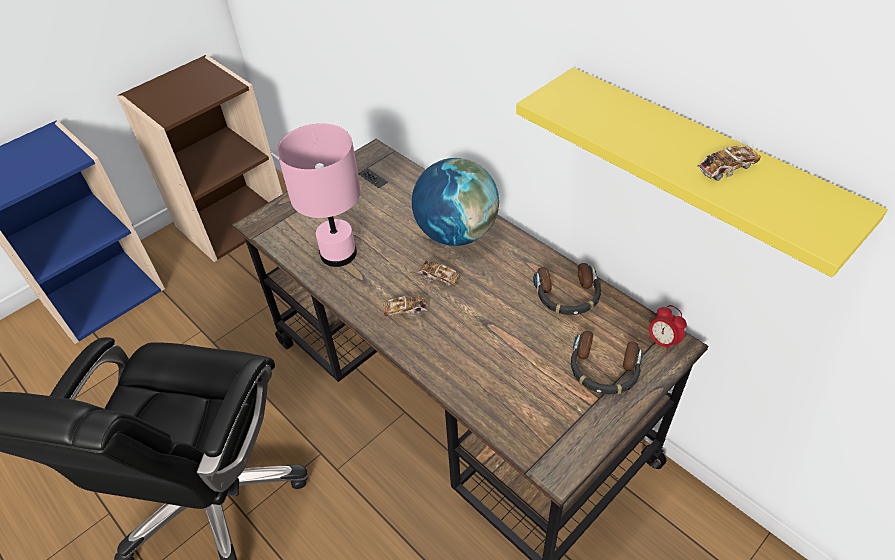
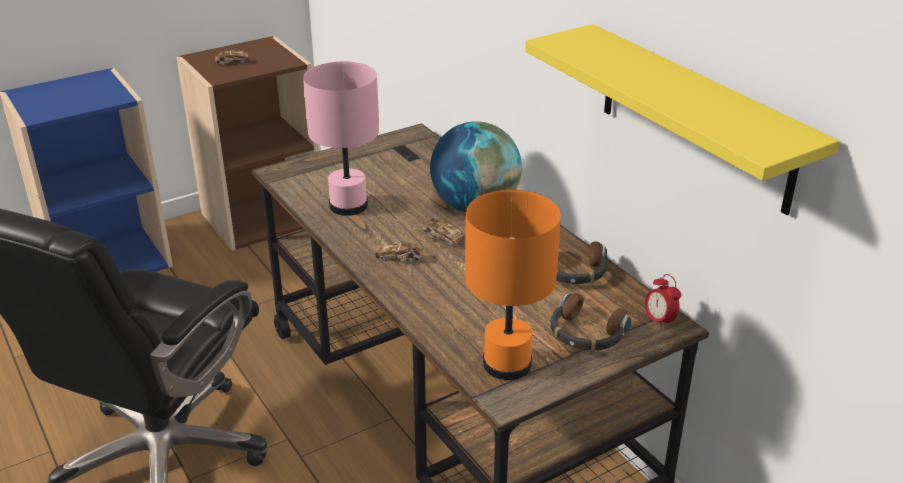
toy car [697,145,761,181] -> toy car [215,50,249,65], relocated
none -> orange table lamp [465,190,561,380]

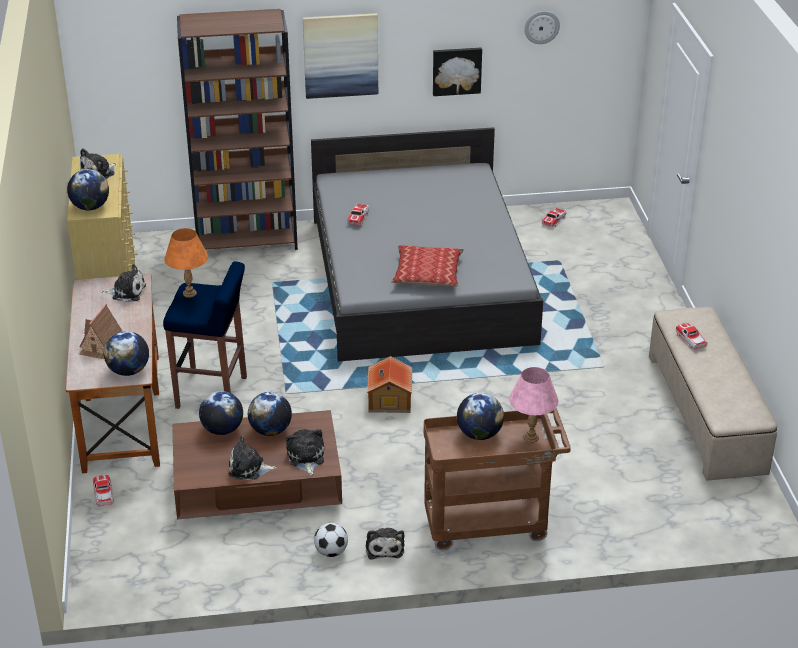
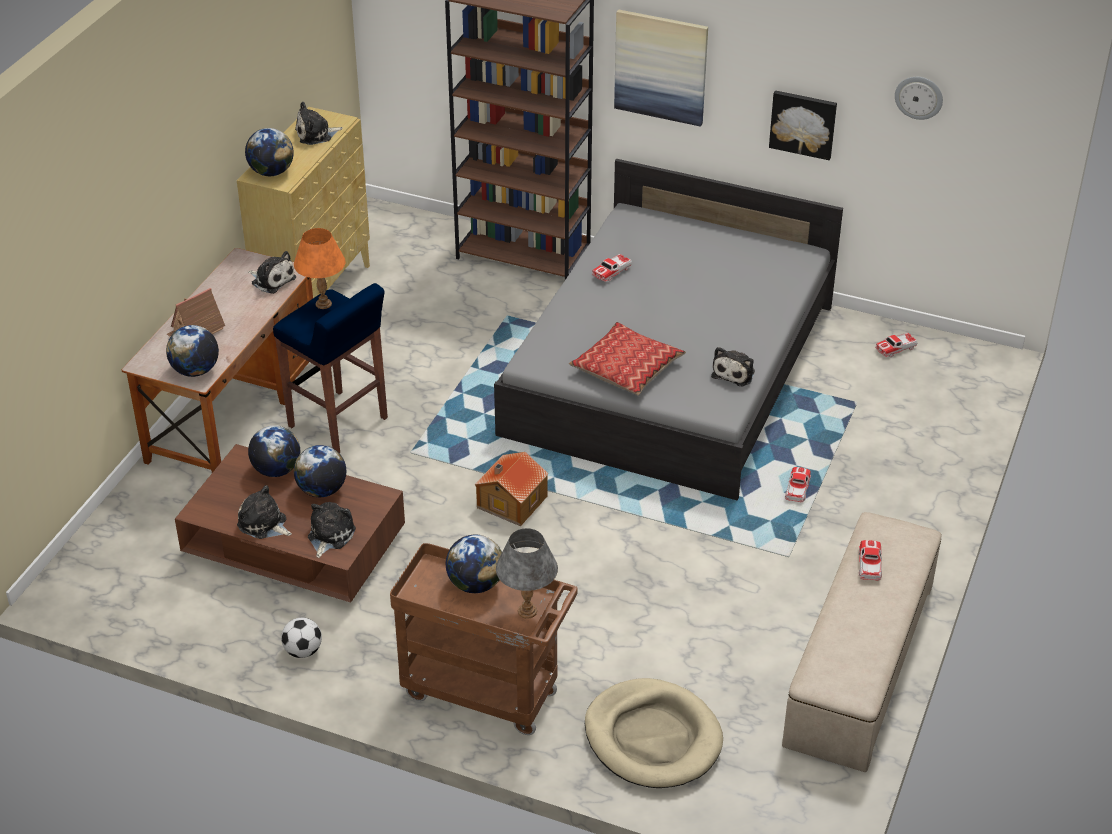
pink table lamp [509,367,558,443] -> grey table lamp [496,528,558,619]
none -> beige dog bed [585,678,723,788]
plush toy [366,528,404,559] -> plush toy [711,347,755,386], relocated
toy car [93,475,114,506] -> toy car [785,467,811,502], relocated

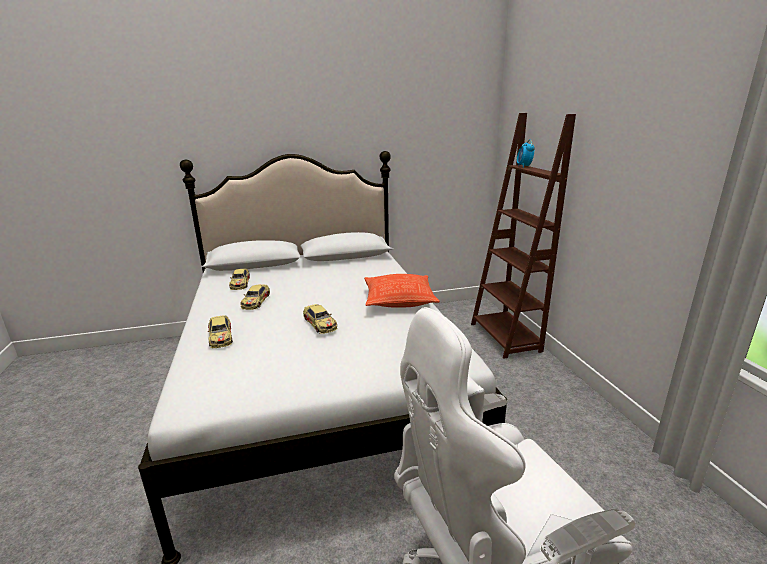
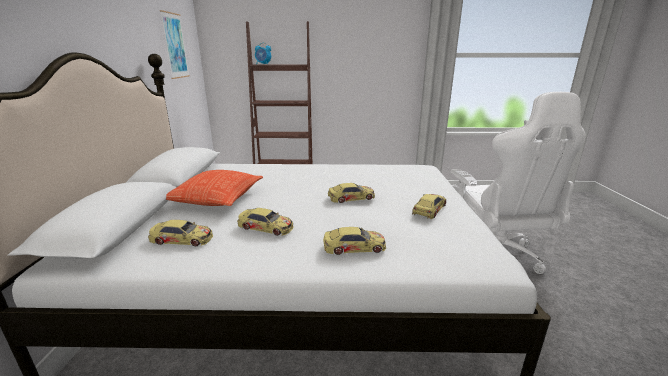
none -> picture [160,10,190,79]
orange pillow [364,274,440,308] -> orange pillow [166,170,263,206], relocated
none -> toy car [412,194,446,219]

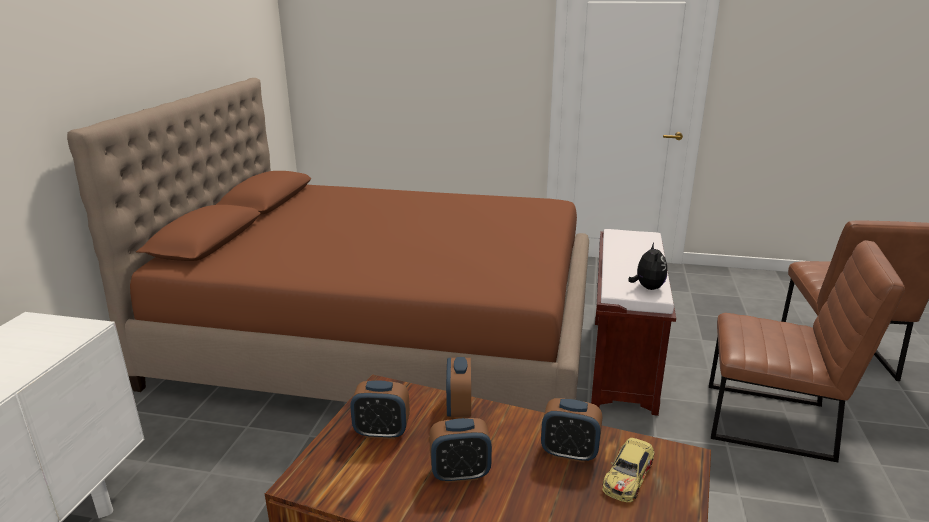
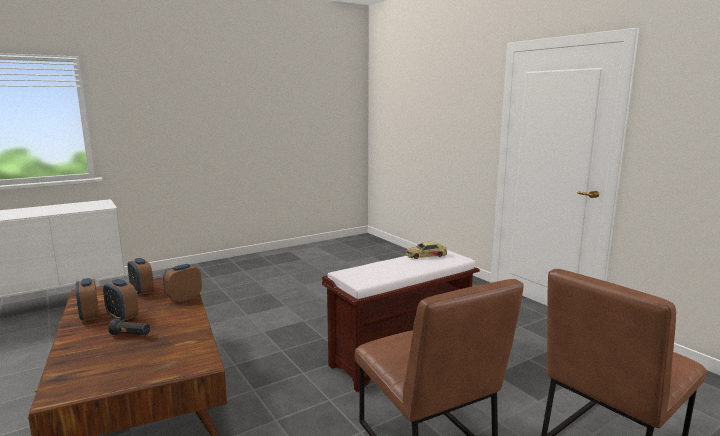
alarm clock [541,398,602,462] -> alarm clock [76,278,99,321], relocated
none -> black flashlight [108,319,150,335]
toy car [602,438,654,502] -> toy car [406,242,447,259], relocated
brown bed [67,78,589,413] -> none
plush toy [628,243,667,290] -> none

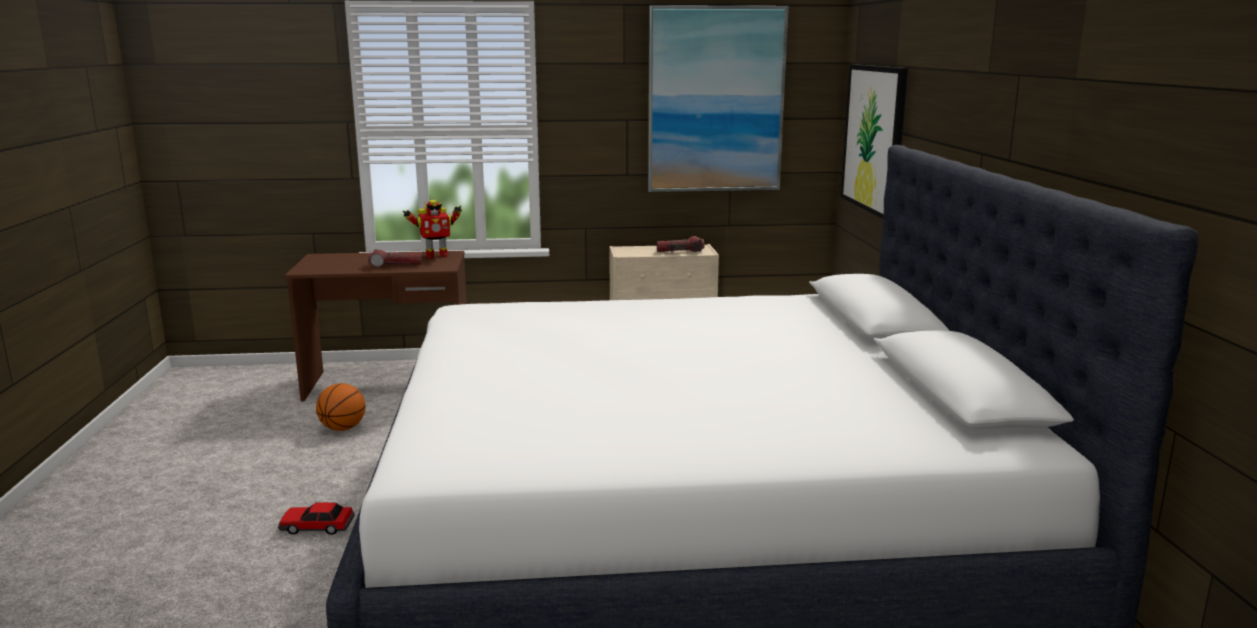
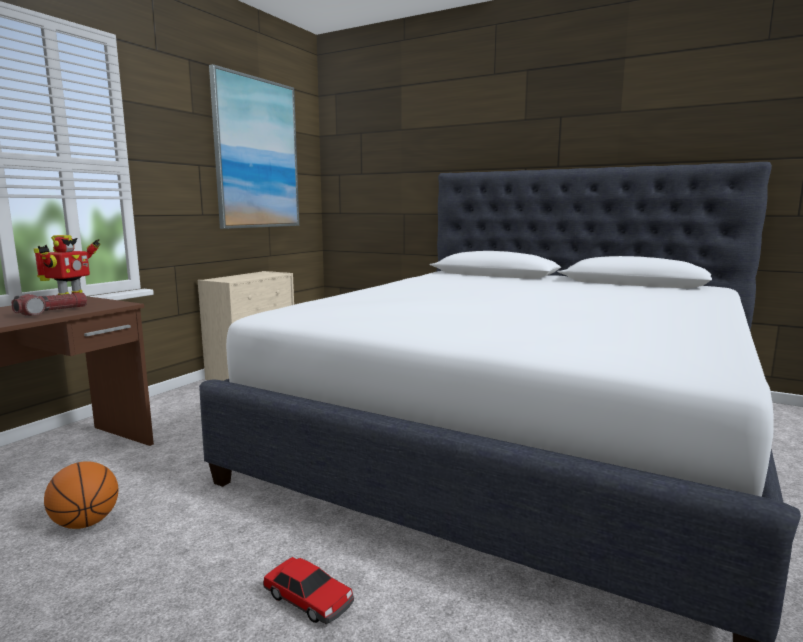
toy car [278,502,355,535] -> toy car [263,557,354,624], 90 degrees counterclockwise
flashlight [657,236,705,252] -> none
picture [841,64,908,219] -> none

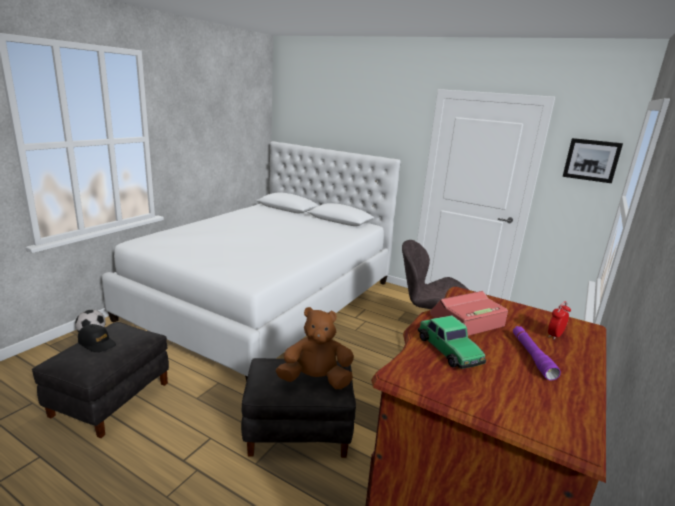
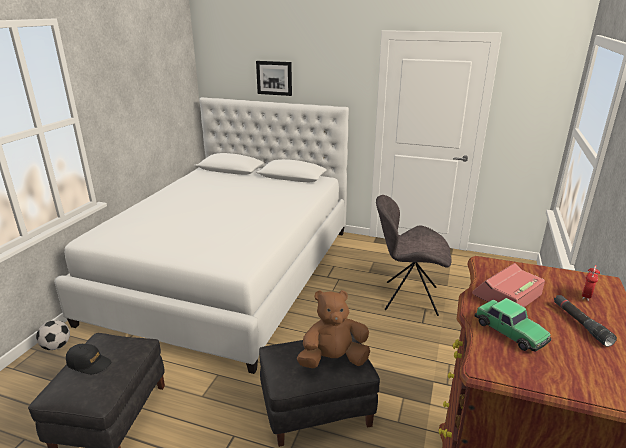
picture [562,138,623,183] -> picture [256,61,292,96], relocated
purple flashlight [513,326,561,381] -> black flashlight [554,295,617,347]

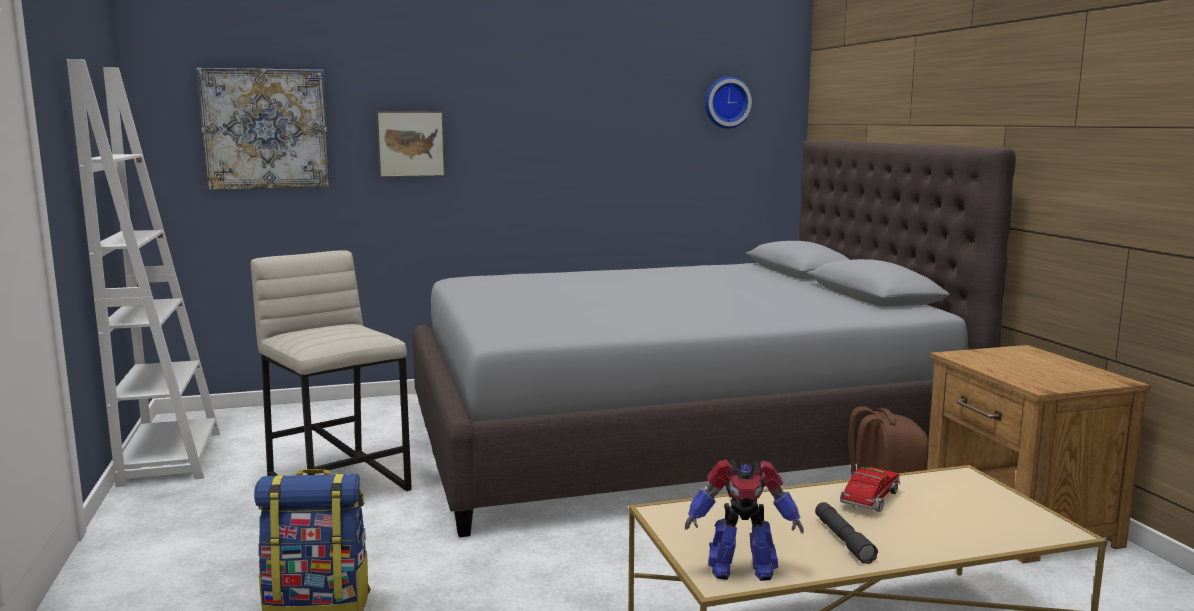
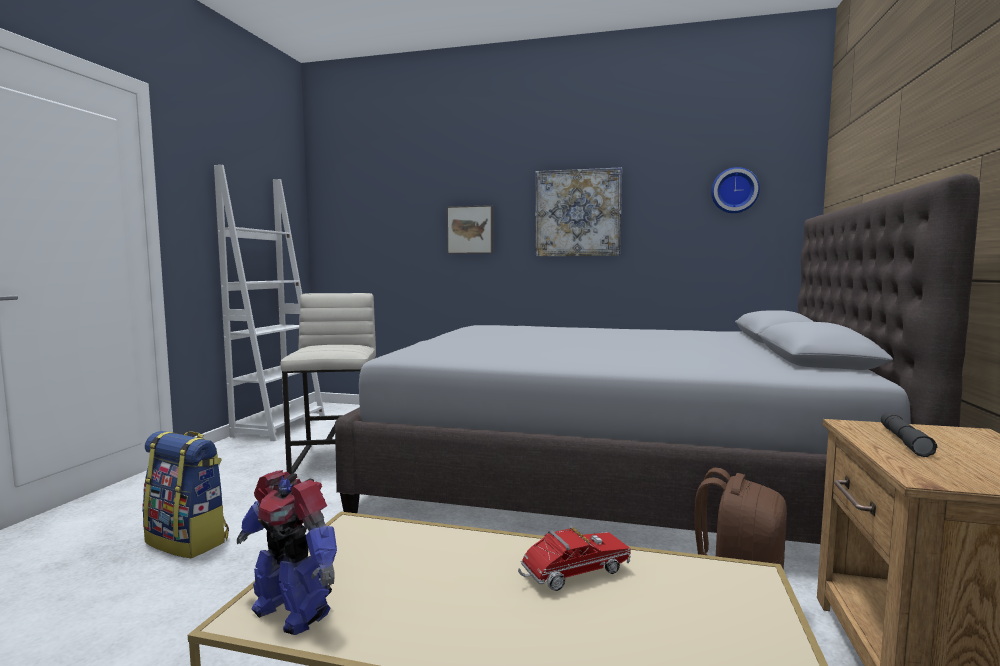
picture [197,68,330,189] -> picture [535,167,622,256], relocated
grey flashlight [815,502,878,564] -> grey flashlight [881,412,937,457], relocated

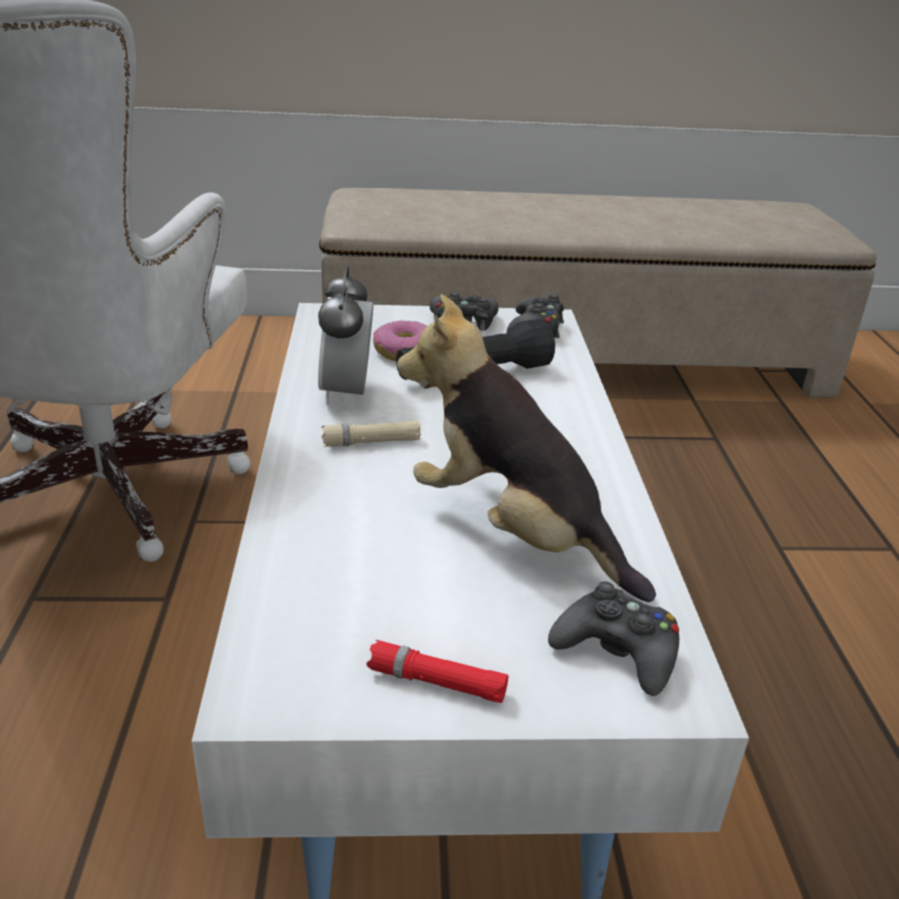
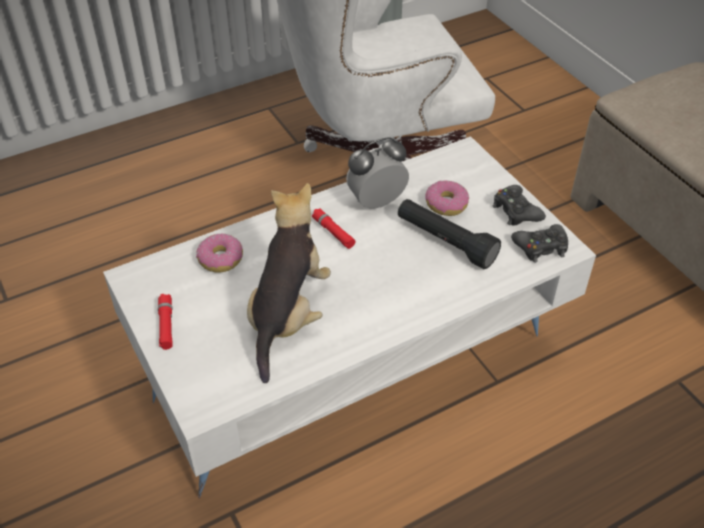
none -> donut [196,233,243,272]
beige flashlight [321,420,421,447] -> red flashlight [312,209,355,249]
black game controller [548,581,679,696] -> none

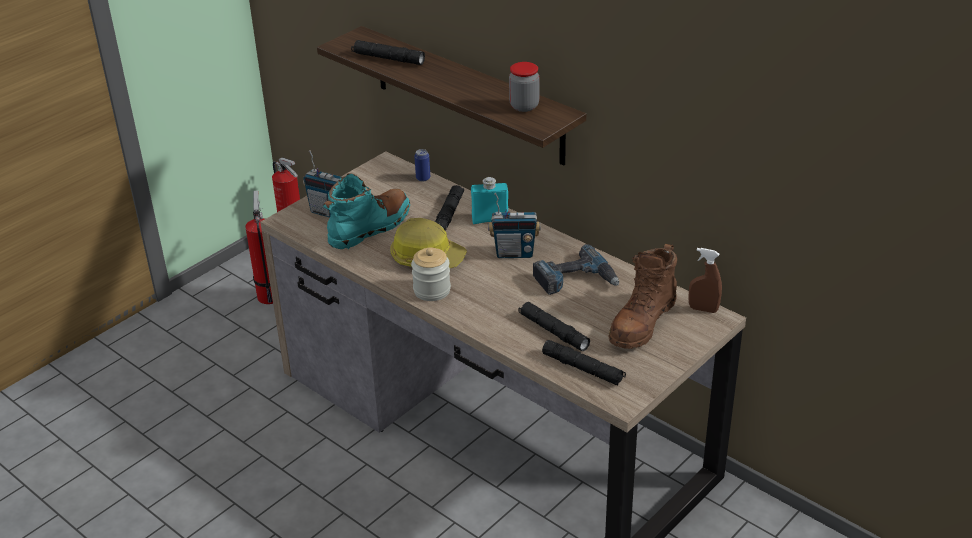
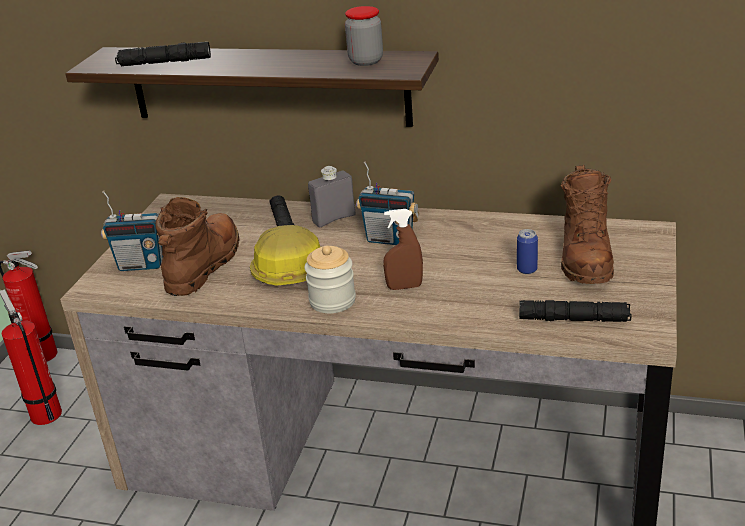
turquoise boot [323,173,410,249] -> brown boot [156,197,240,296]
turquoise bottle [471,177,508,224] -> grey bottle [308,166,356,228]
radio [488,193,541,258] -> radio [356,161,419,245], 45 degrees clockwise
brown spray bottle [688,248,722,313] -> brown spray bottle [383,209,423,290], relocated
can [414,149,430,181] -> can [517,229,538,274], relocated
black flashlight [518,302,590,351] -> none
power drill [533,244,619,295] -> none

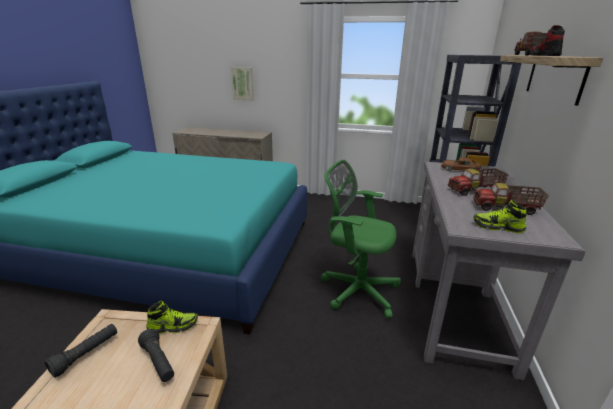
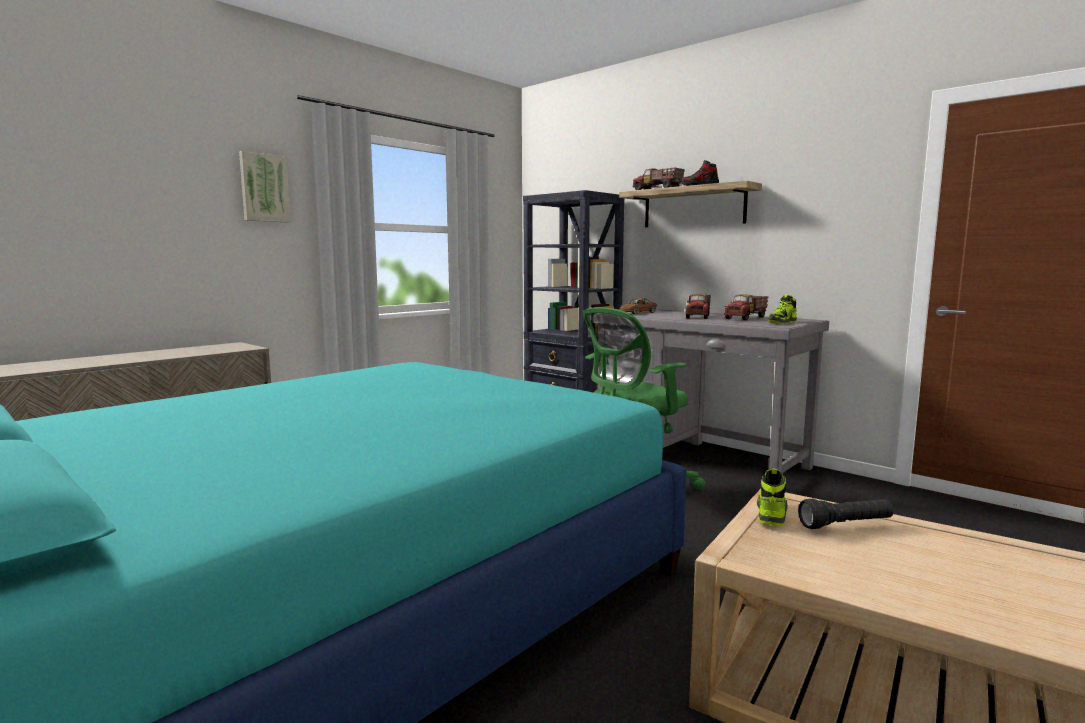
picture [231,67,254,101] -> picture [239,151,291,222], relocated
black flashlight [45,324,117,377] -> none

